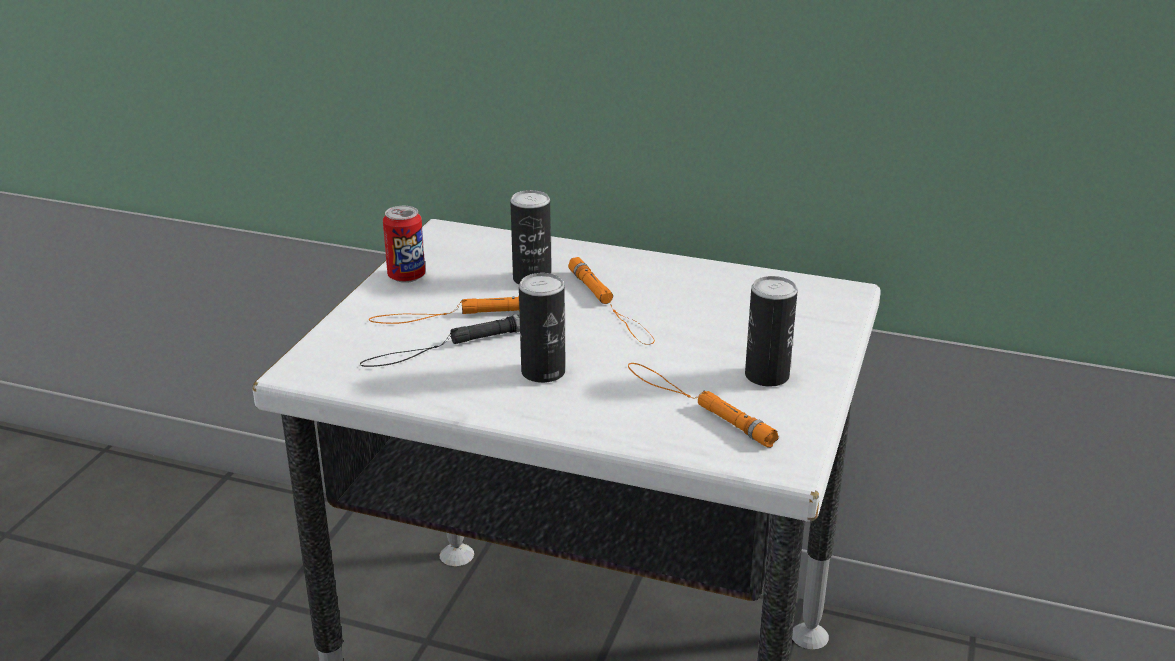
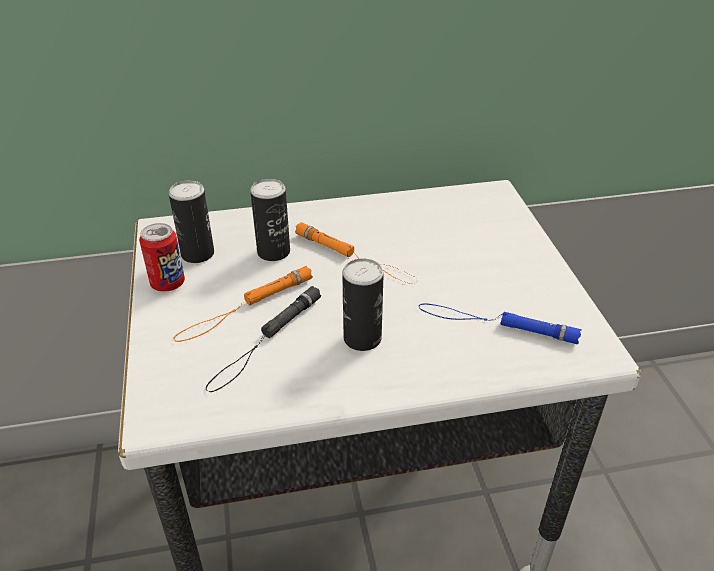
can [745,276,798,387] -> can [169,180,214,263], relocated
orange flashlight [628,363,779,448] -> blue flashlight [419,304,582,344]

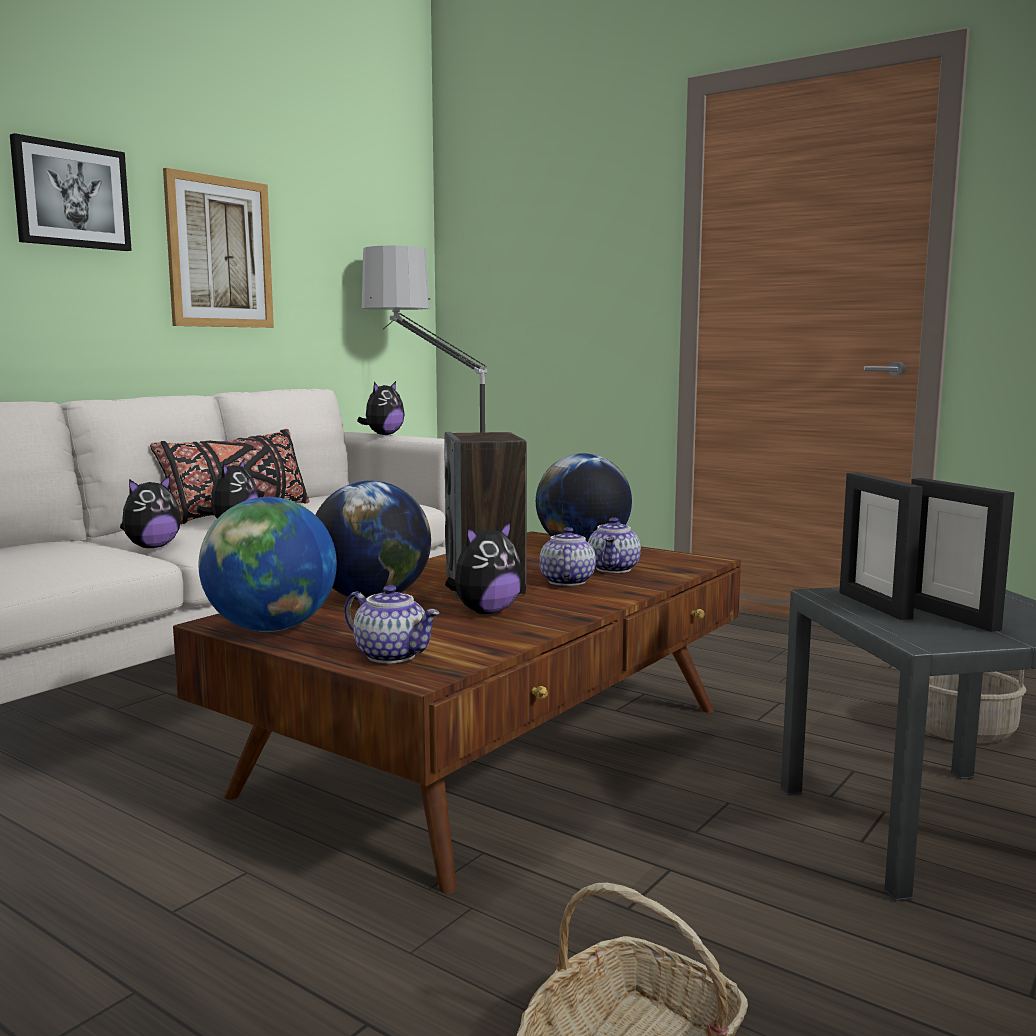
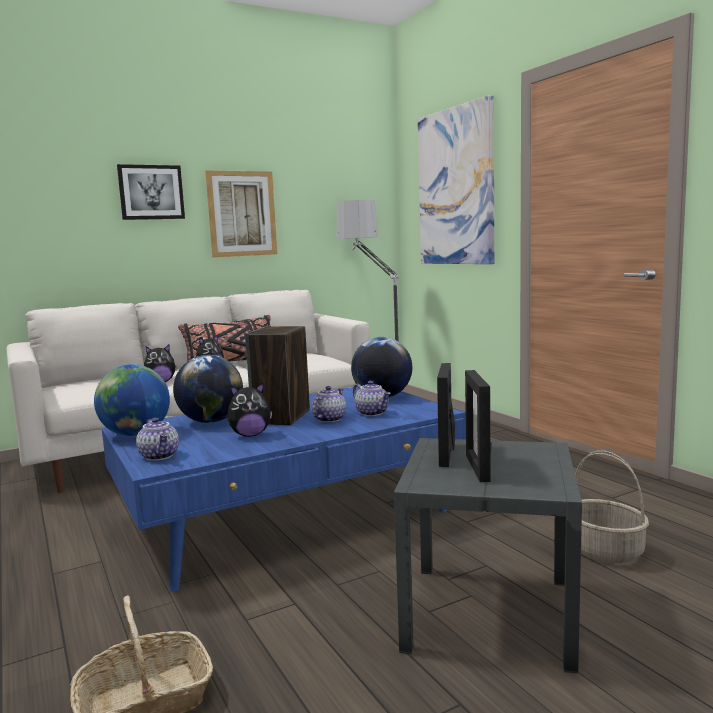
brown coffee table [173,531,741,894] -> blue coffee table [102,386,466,592]
teapot [588,517,641,573] -> teapot [353,381,391,416], 75 degrees counterclockwise
none -> picture [418,95,494,264]
plush toy [357,381,405,435] -> none

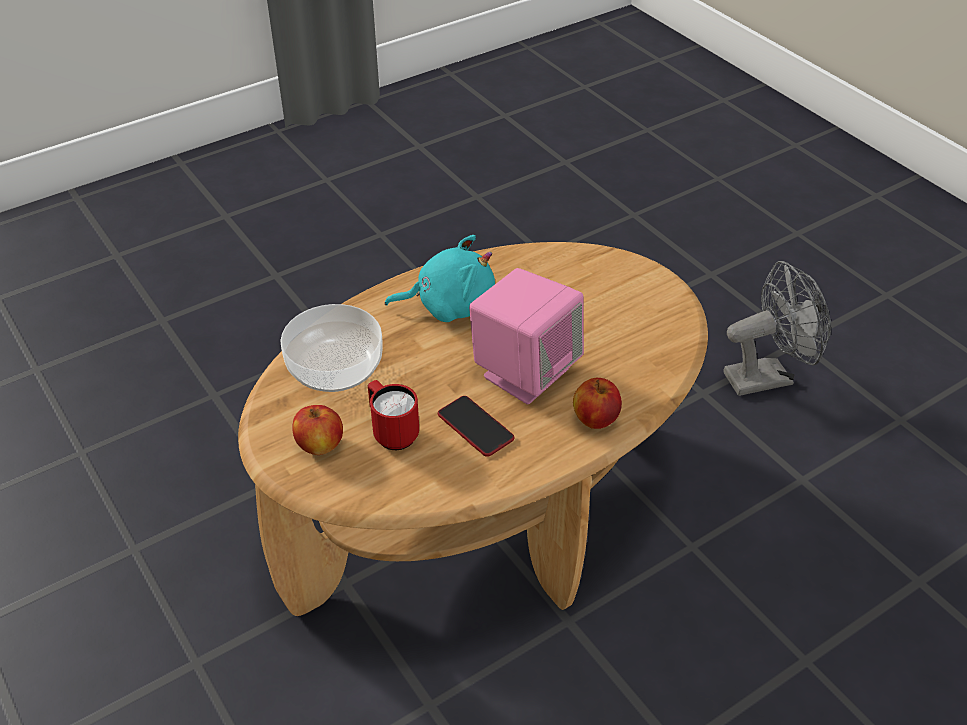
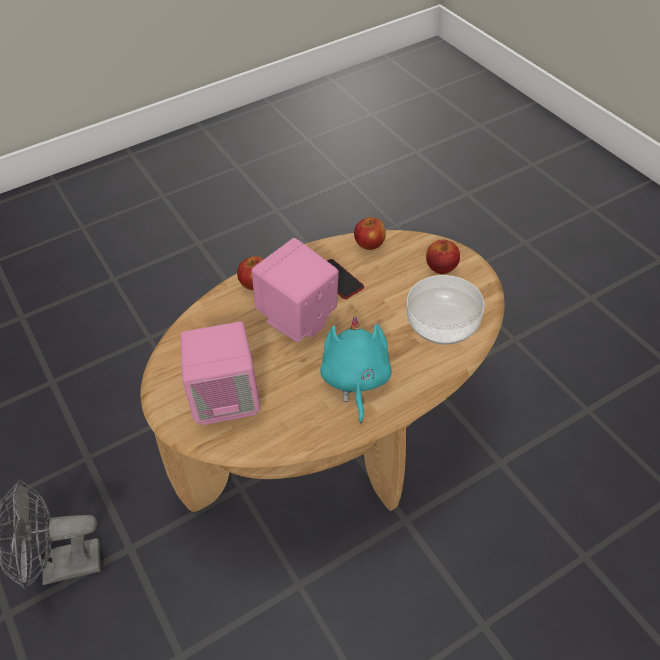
none -> pink speaker [180,321,261,425]
turquoise plush toy [385,235,495,322] -> turquoise plush toy [320,317,392,423], 90 degrees clockwise
none -> apple [354,217,386,250]
red mug [368,380,419,450] -> none

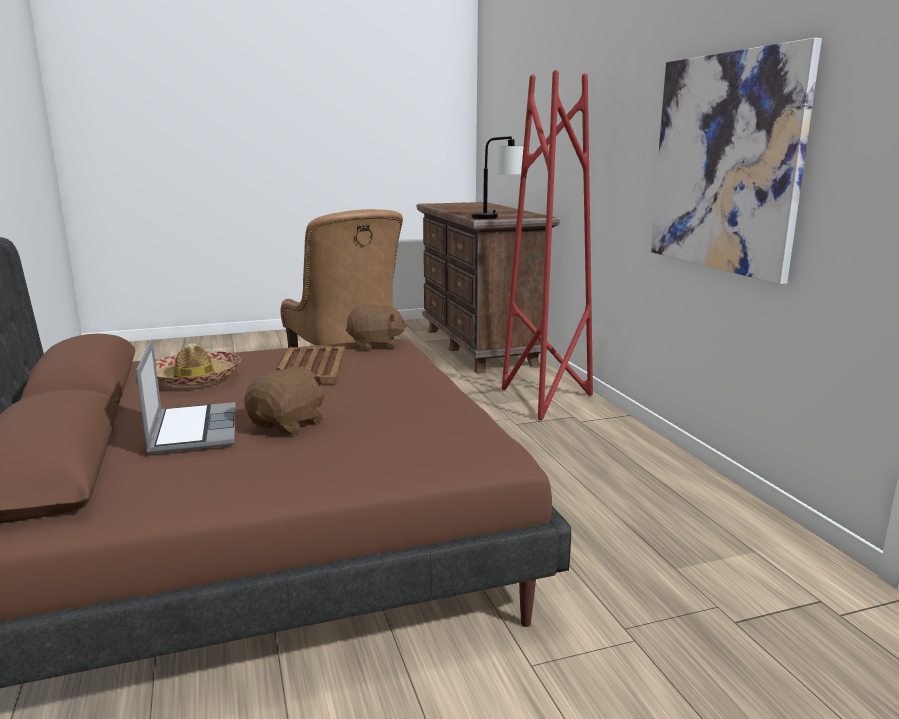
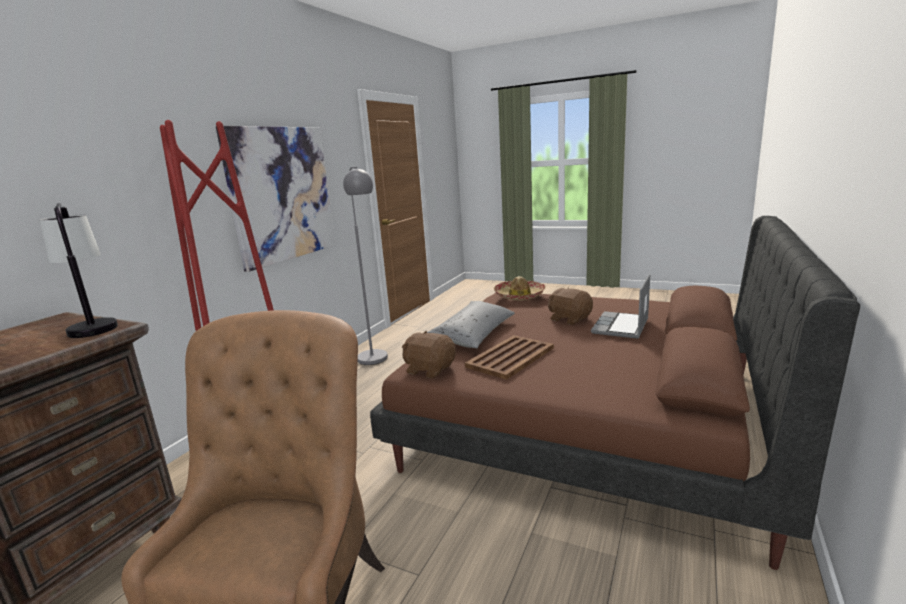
none -> grey floor lamp [343,166,388,365]
none -> grey pillow [427,301,515,348]
hat [155,344,241,386] -> hat [493,276,546,300], relocated
brown plush toy [244,366,326,435] -> brown plush toy [548,288,593,325], 60 degrees clockwise

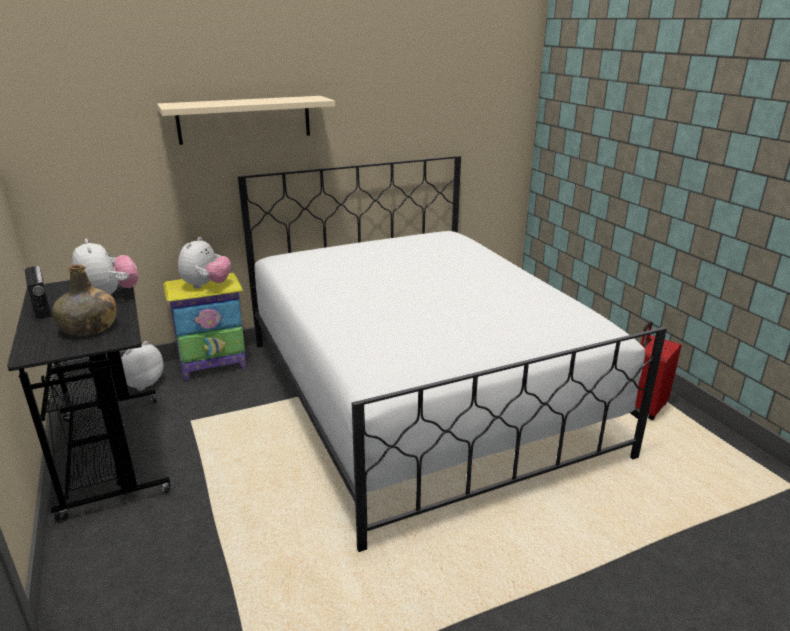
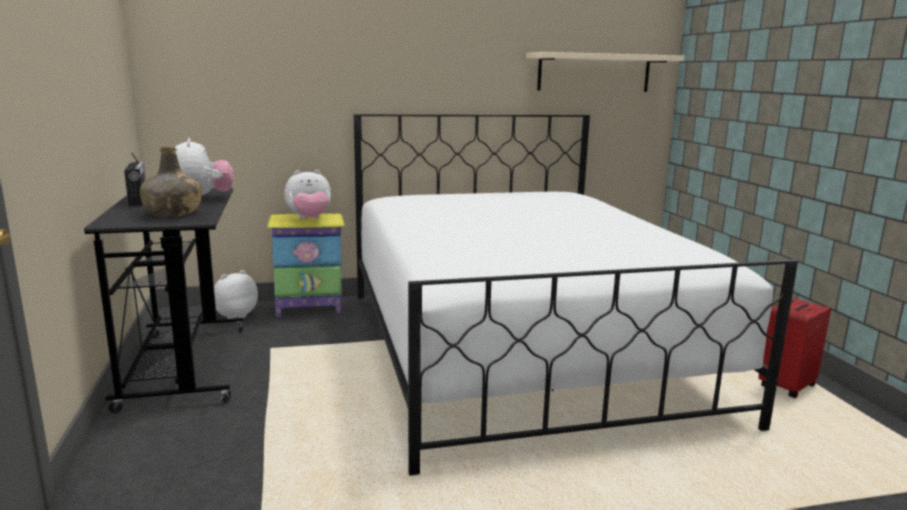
plush toy [178,237,231,289] -> plush toy [284,170,331,219], 45 degrees clockwise
beige shelf [157,96,335,145] -> beige shelf [526,52,684,92], relocated

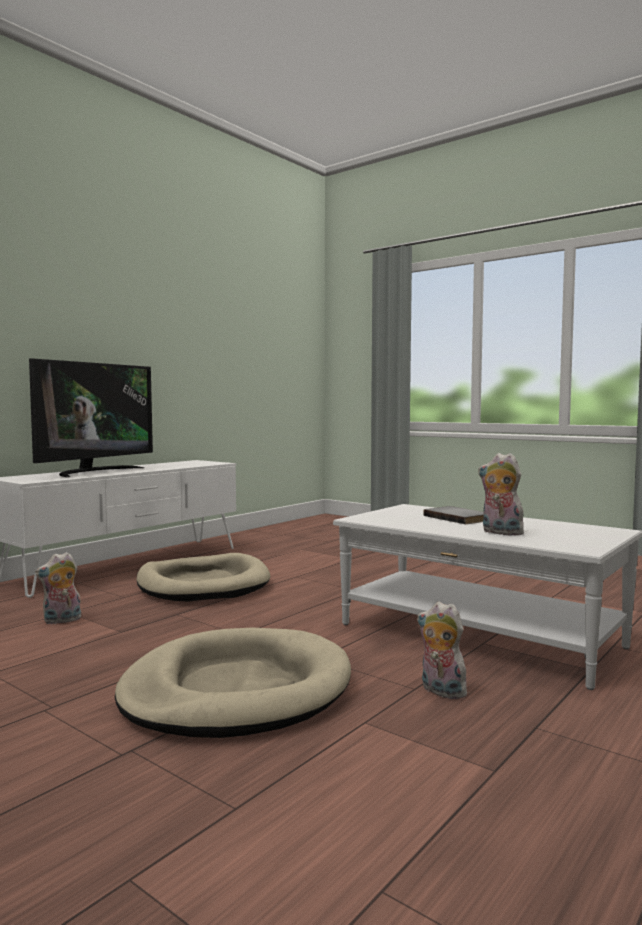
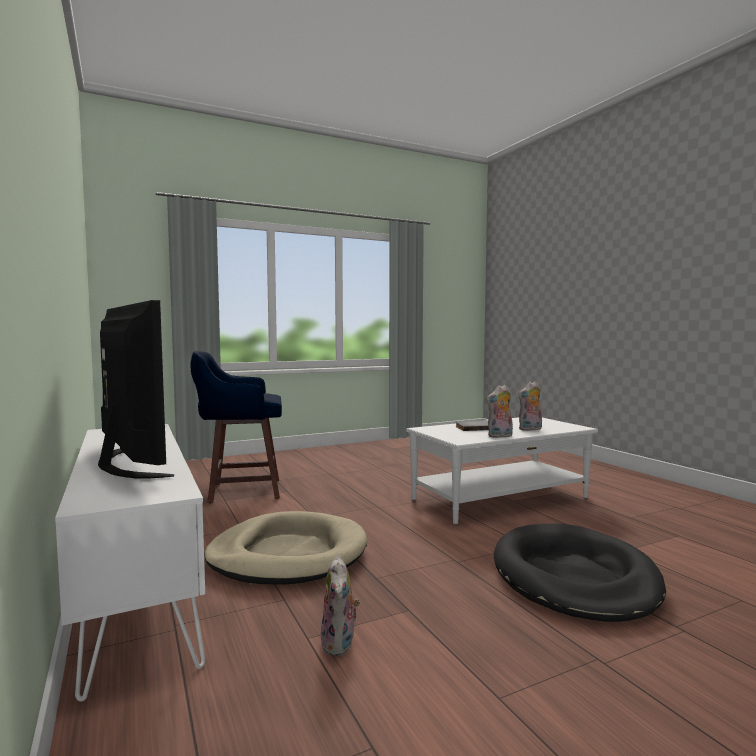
none -> blue stool [191,351,282,503]
plush toy [417,601,473,699] -> plush toy [486,385,513,438], relocated
beige dog bed [115,628,351,738] -> black dog bed [494,523,666,622]

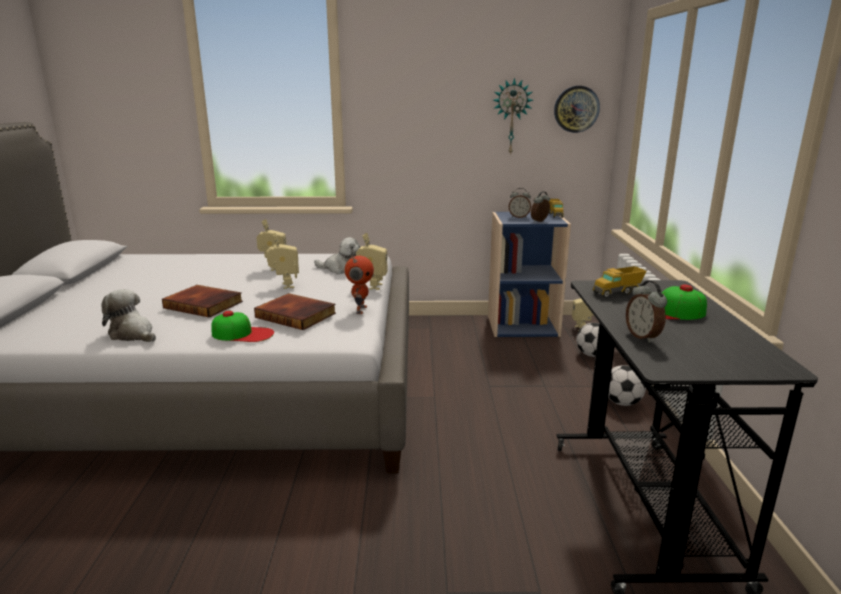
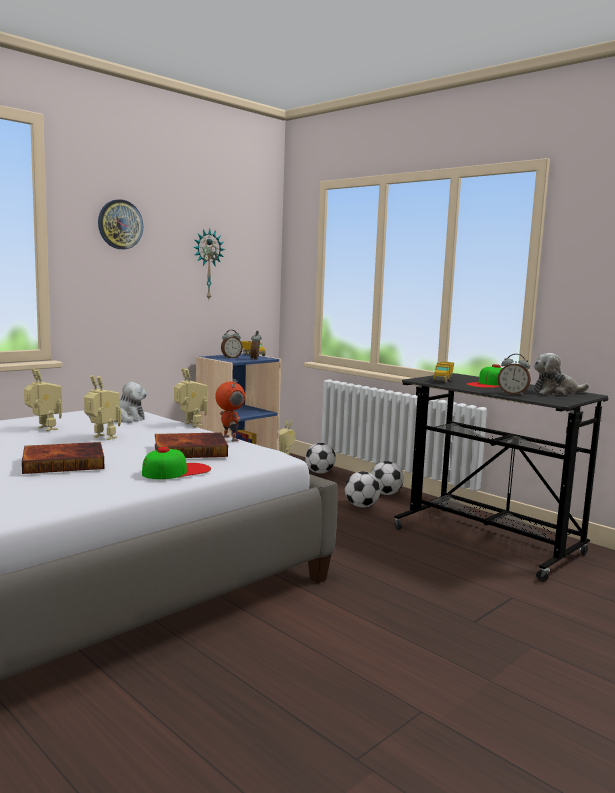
wall clock [554,86,600,133] -> wall clock [98,199,143,249], relocated
none -> football [345,471,381,508]
plush toy [101,289,156,342] -> plush toy [533,353,589,395], relocated

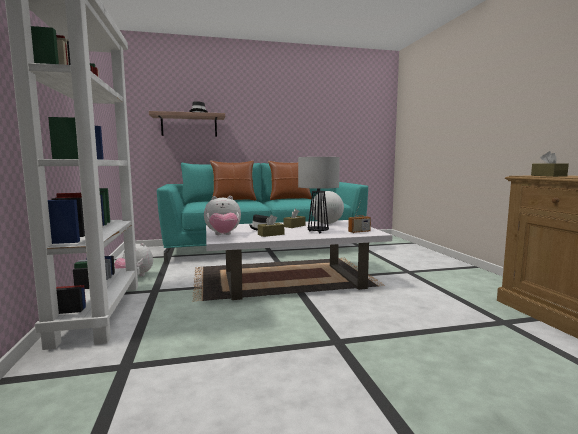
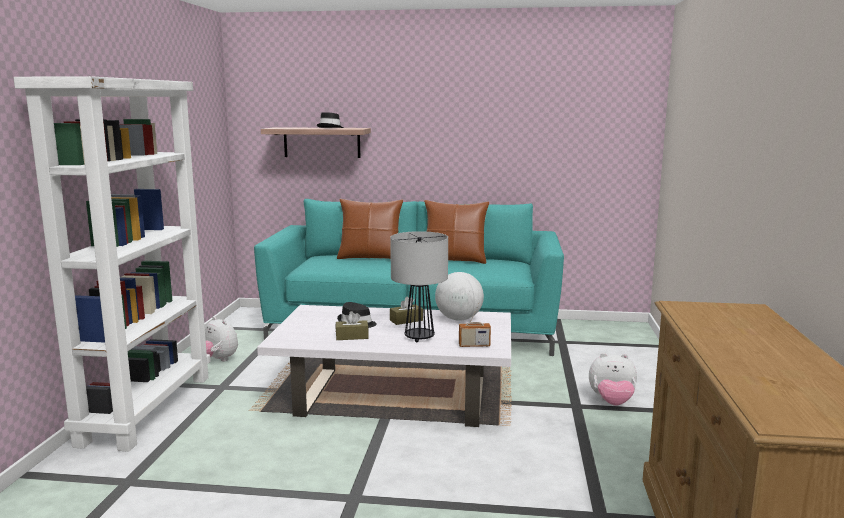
plush toy [204,196,241,235] -> plush toy [589,353,637,406], relocated
brown tissue box [531,151,569,177] -> none

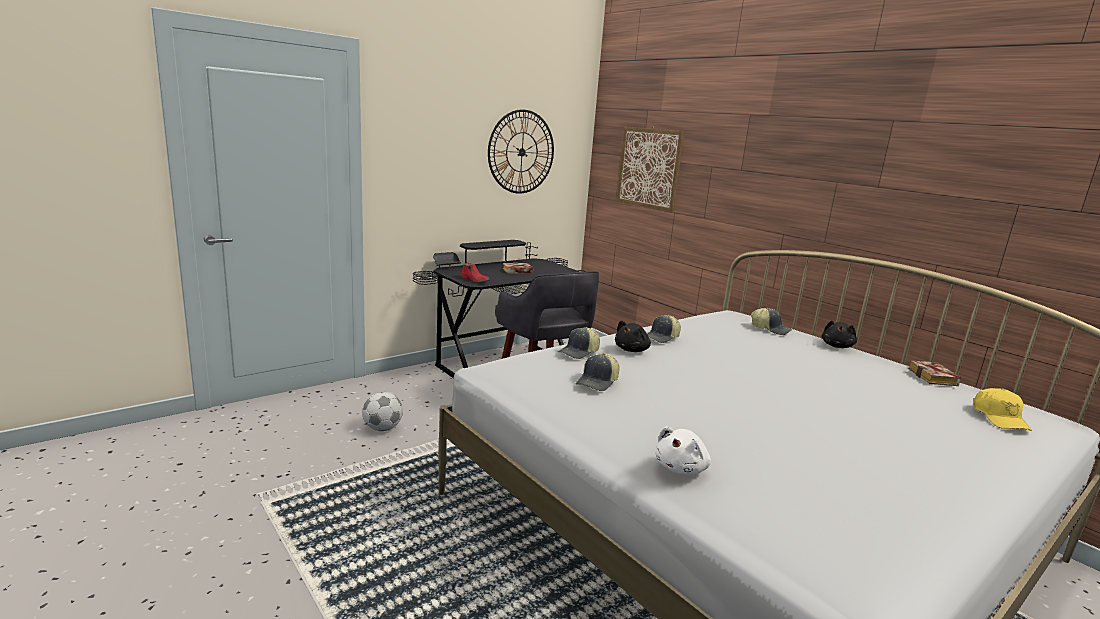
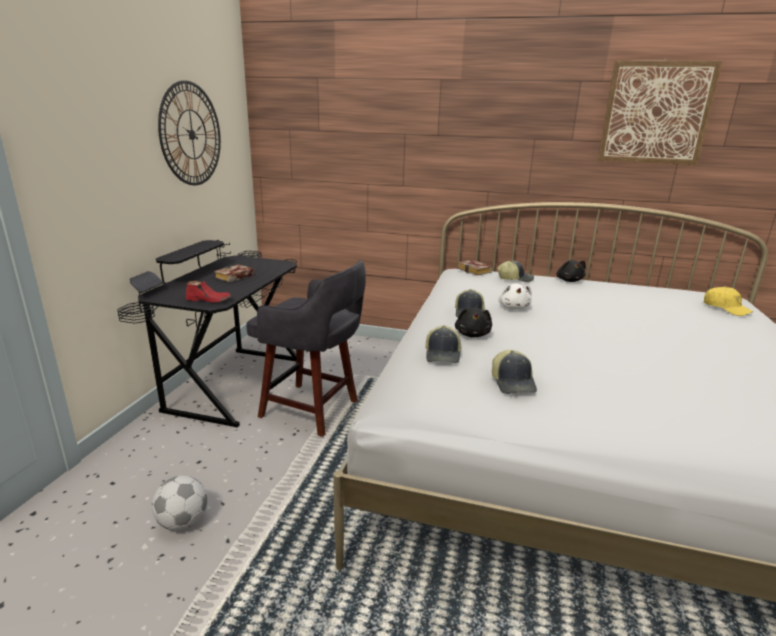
book [908,360,961,386] -> book [458,260,492,276], relocated
white plush toy [655,426,711,475] -> white plush toy [498,284,532,310], relocated
picture [616,127,684,213] -> picture [598,59,723,165], relocated

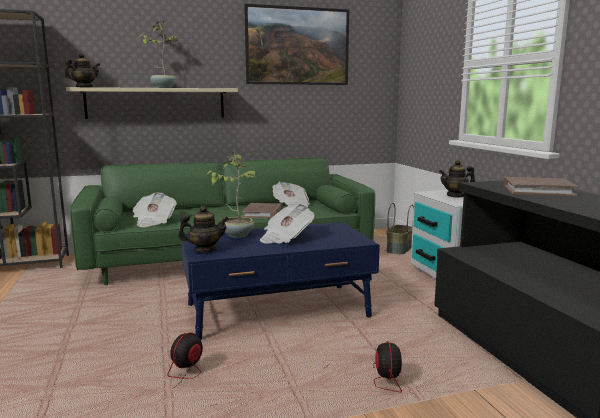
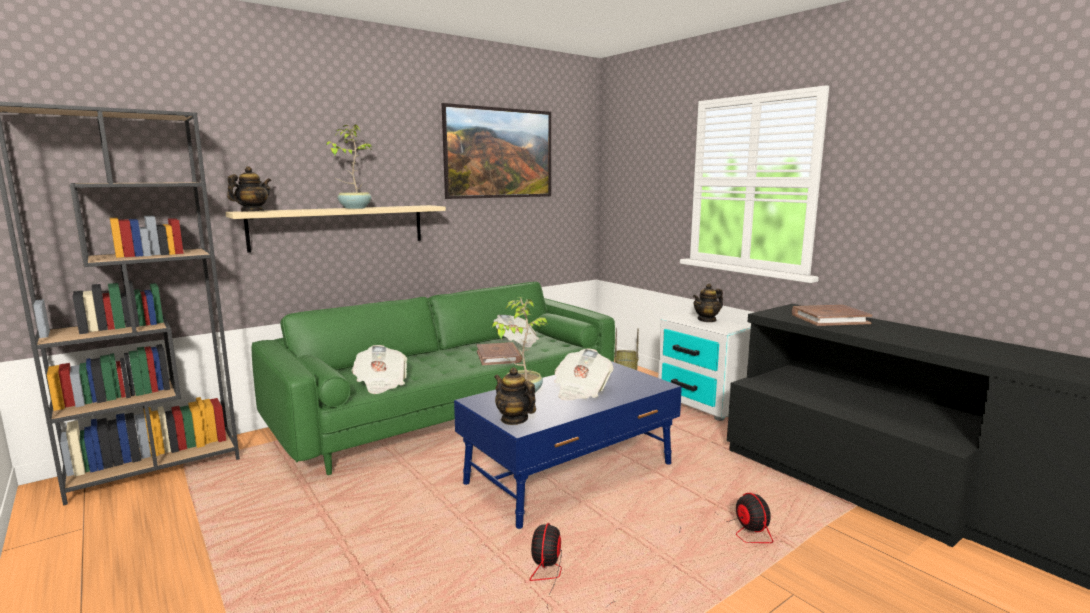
teapot [178,206,229,253] -> teapot [494,367,536,425], 105 degrees counterclockwise

